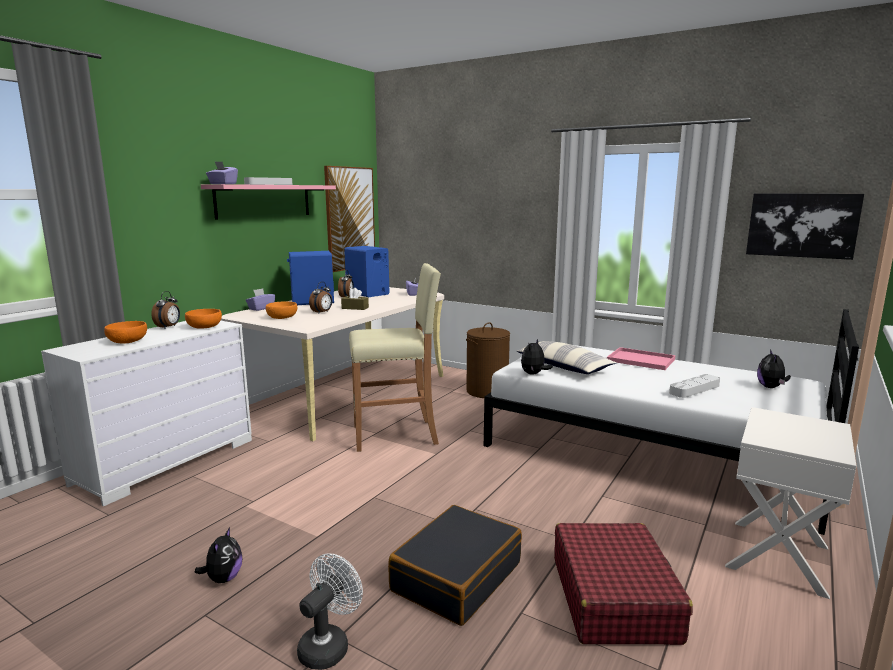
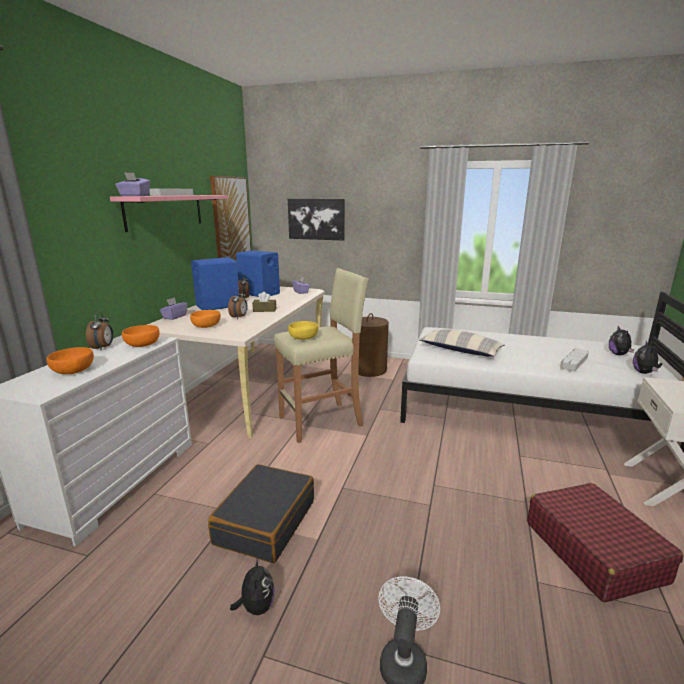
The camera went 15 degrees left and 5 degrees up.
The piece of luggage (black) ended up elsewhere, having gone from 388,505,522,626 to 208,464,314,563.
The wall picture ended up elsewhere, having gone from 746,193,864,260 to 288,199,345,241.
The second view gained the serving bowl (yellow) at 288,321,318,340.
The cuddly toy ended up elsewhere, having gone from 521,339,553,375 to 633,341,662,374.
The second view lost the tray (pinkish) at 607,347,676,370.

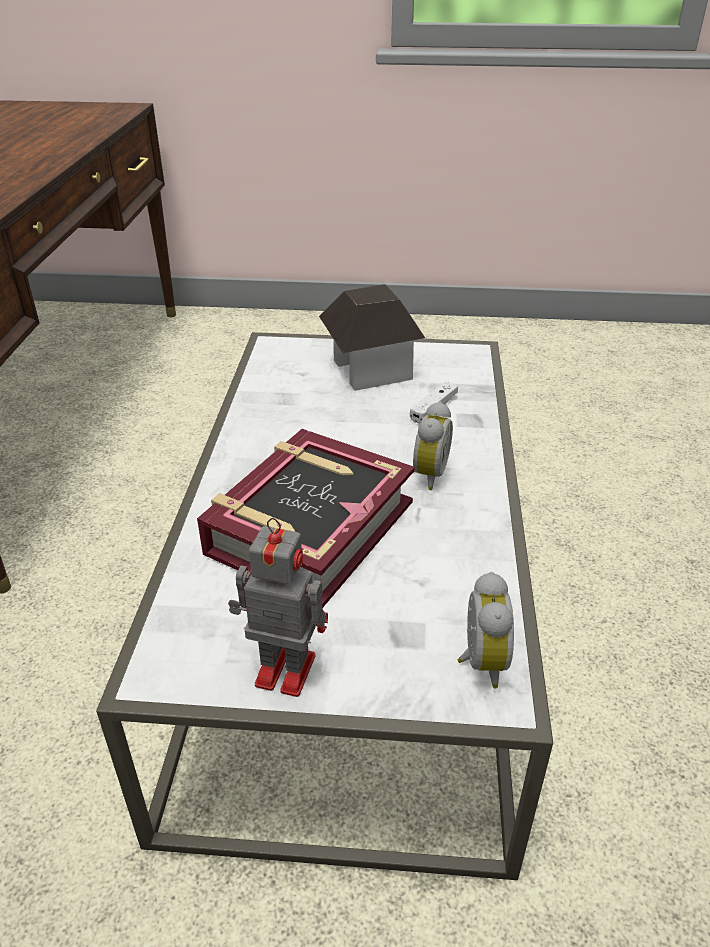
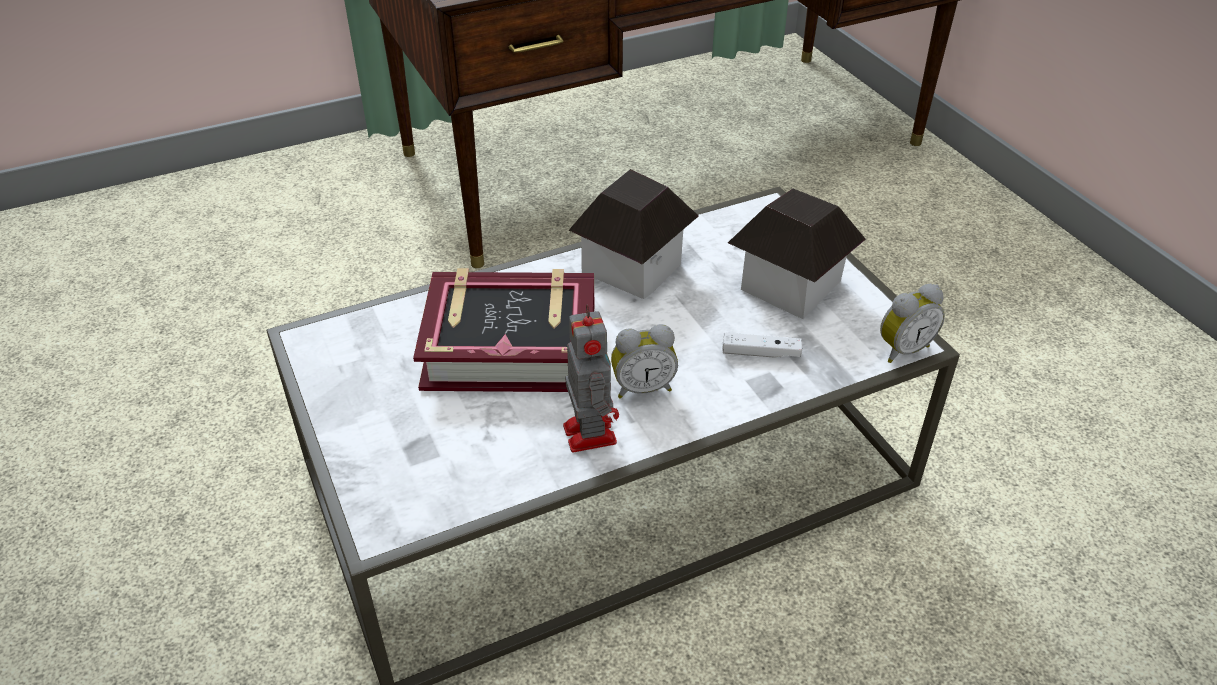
The camera went 60 degrees right and 5 degrees up.
The toy robot ended up elsewhere, having gone from 228,518,328,697 to 563,304,619,452.
The second view gained the miniature house at 569,169,699,299.
The bedside clock ended up elsewhere, having gone from 457,572,514,688 to 880,284,945,363.

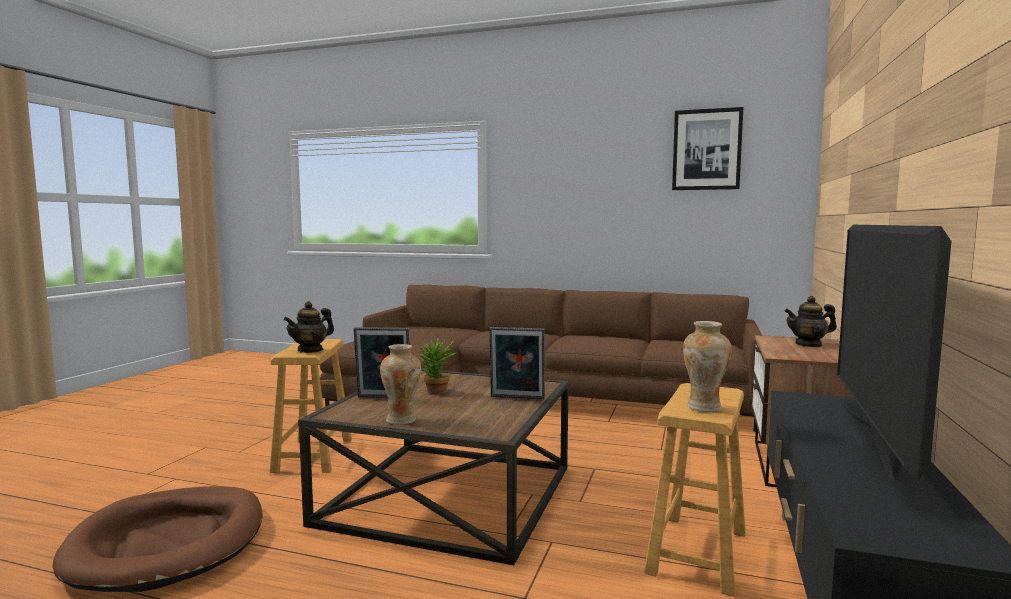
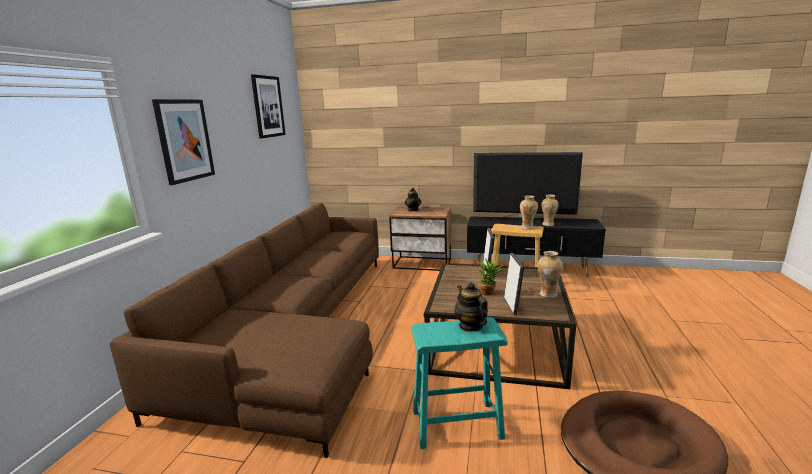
The camera went 95 degrees left and 10 degrees up.
The second view gained the wall picture at 152,99,215,185.
What was the sitting stool (brown) at 270,339,352,473 turned into the sitting stool (turquoise-coloured) at 411,317,508,449.
The tea pot at 283,301,334,353 ended up facing another way, 150 degrees counterclockwise from before.
The second view gained the decorative vase at 542,194,559,226.

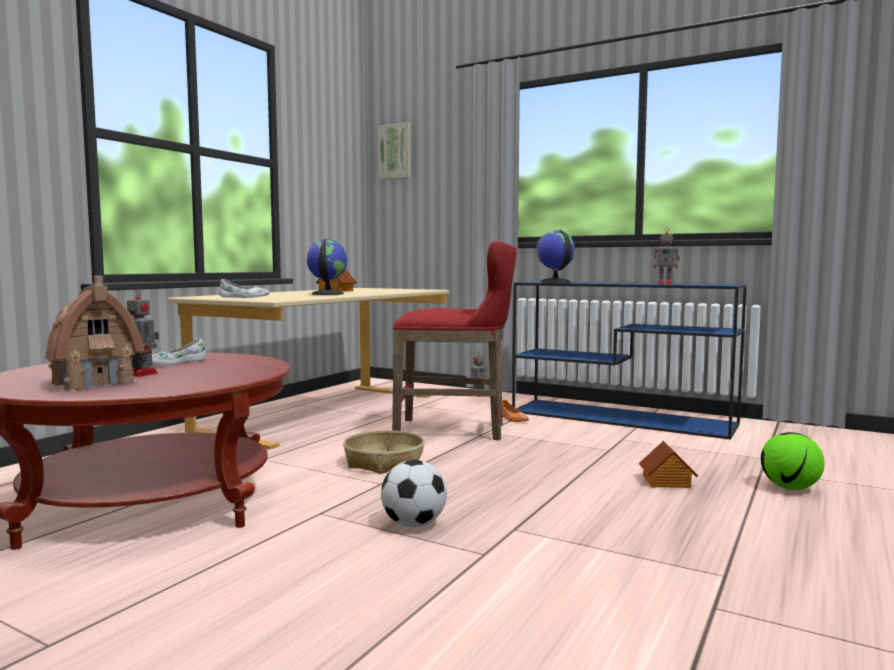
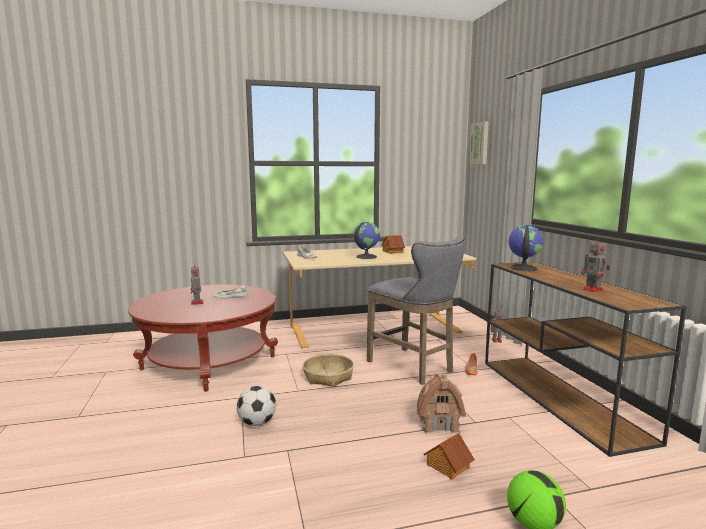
The camera went 45 degrees right and 5 degrees up.
What was the sitting stool (reddish) at 392,241,517,440 turned into the sitting stool (greyish) at 367,236,465,385.
The miniature house ended up elsewhere, having gone from 45,276,145,391 to 417,374,466,434.
What was the hall table (blue-coloured) at 512,281,747,440 turned into the hall table (brown) at 485,262,687,457.

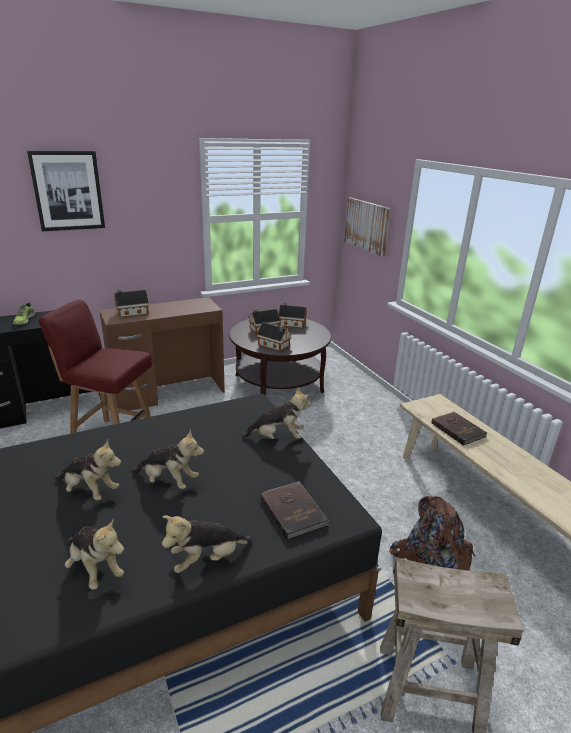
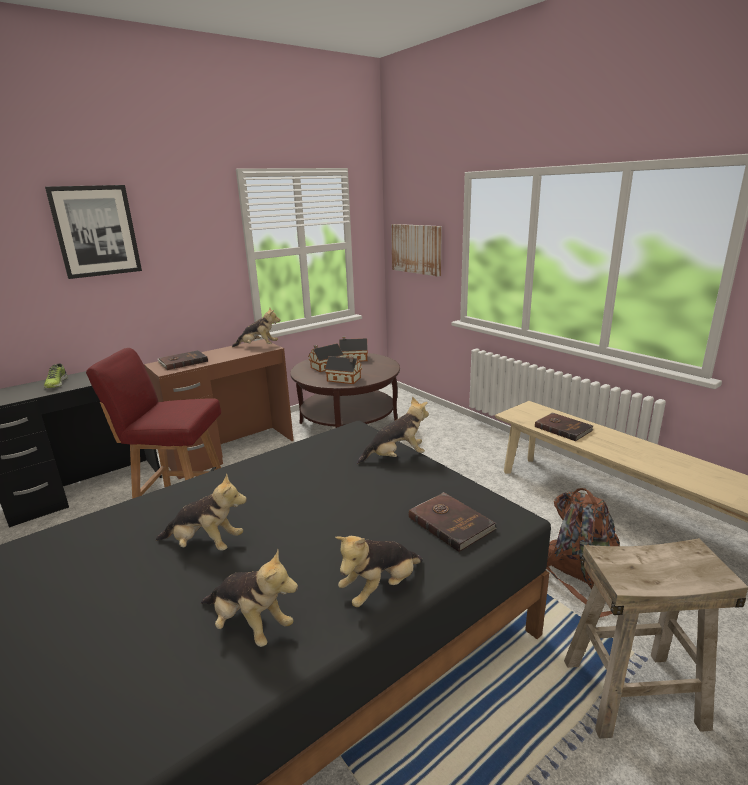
The camera went 10 degrees left and 5 degrees down.
Where the miniature house stood at 114,289,149,318, the book (brown) came to stand at 157,350,208,370.
The cuddly toy ended up elsewhere, having gone from 131,429,204,489 to 232,308,280,347.

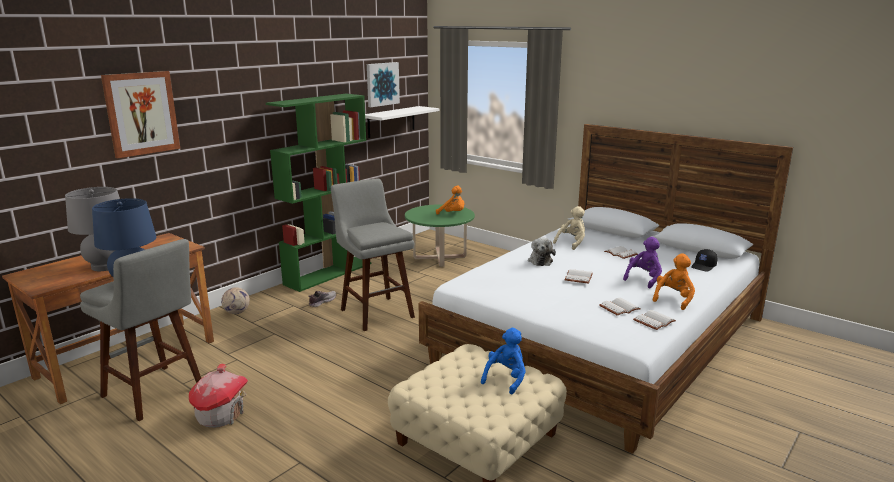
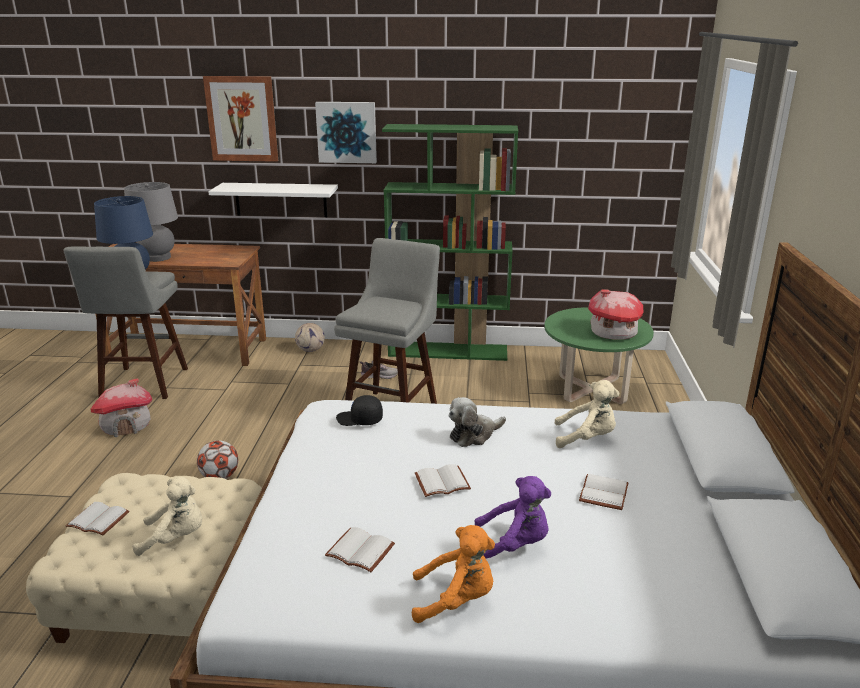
The camera went 55 degrees right and 5 degrees up.
The book (white-coloured) ended up elsewhere, having gone from 633,310,676,330 to 66,502,129,535.
What was the cuddly toy (blue-coloured) at 481,328,526,395 turned into the cuddly toy (beige-coloured) at 132,476,202,556.
The second view gained the ball for football at 197,440,238,479.
The wall shelf (white-coloured) ended up elsewhere, having gone from 365,106,439,138 to 208,183,338,217.
The wall picture ended up elsewhere, having gone from 367,62,400,107 to 315,102,377,163.
The cap (black) ended up elsewhere, having gone from 691,249,717,272 to 336,395,383,426.
Where the cuddly toy (orange-coloured) stood at 436,186,465,215, the miniature house came to stand at 588,289,643,339.

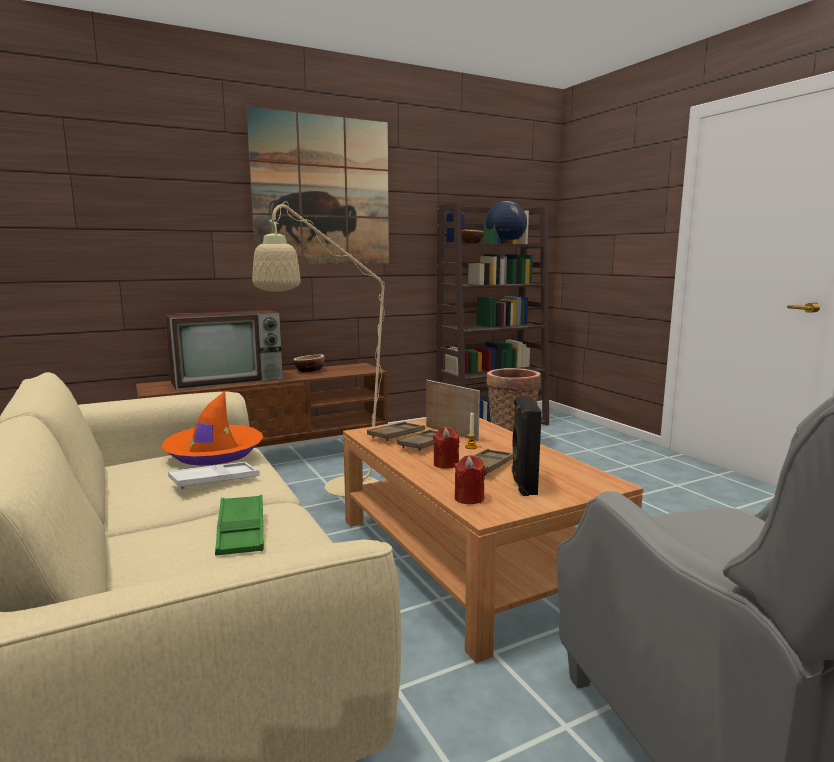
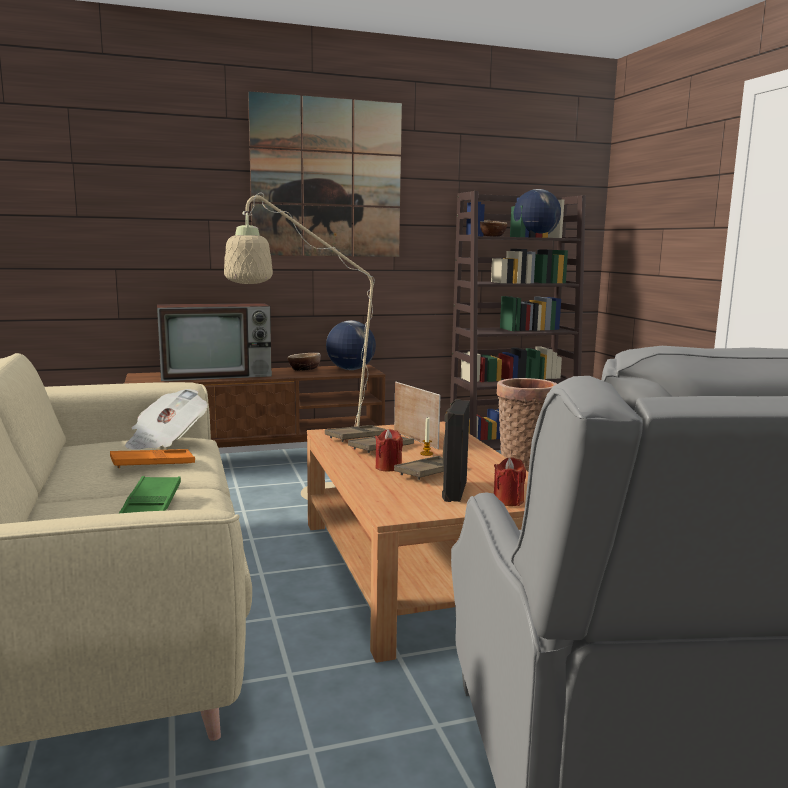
The camera went 10 degrees right and 0 degrees up.
What was the tray (white-coloured) at 168,462,259,489 turned into the tray (orange-coloured) at 110,449,195,468.
Where the clothing hat (orange-coloured) stood at 161,391,263,466, the newspaper came to stand at 125,389,208,450.
The second view gained the world globe at 326,320,376,370.
The wax candle (reddish) ended up elsewhere, having gone from 454,455,486,504 to 494,457,526,506.

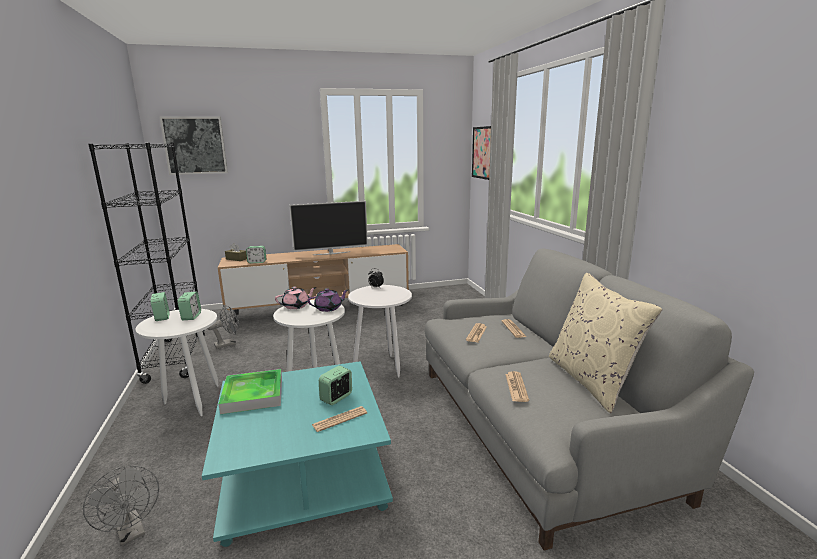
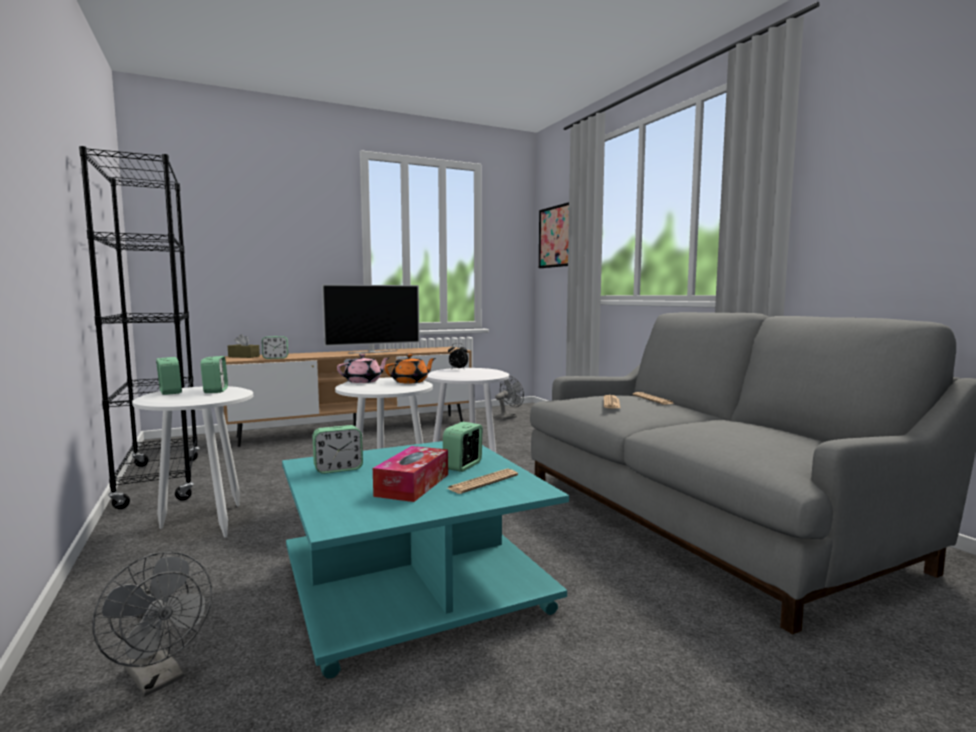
The camera went 10 degrees left and 10 degrees down.
Where the tray stood at 219,369,282,414, the bedside clock came to stand at 312,425,363,474.
The second view gained the tissue box at 373,446,448,502.
What was the tea pot (purple-coloured) at 308,288,349,312 turned into the tea pot (orange-coloured) at 385,354,436,383.
The electric fan (greyish) ended up elsewhere, having gone from 207,305,239,349 to 495,376,524,420.
The second view lost the wall picture at 159,116,228,175.
The second view lost the newspaper at 505,371,529,402.
The second view lost the throw pillow (beige-coloured) at 549,273,662,413.

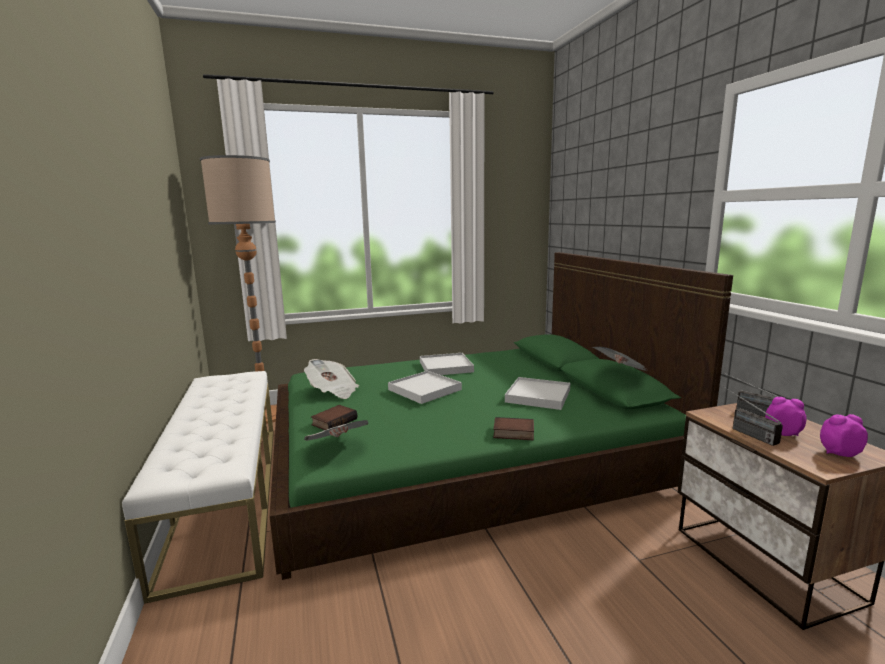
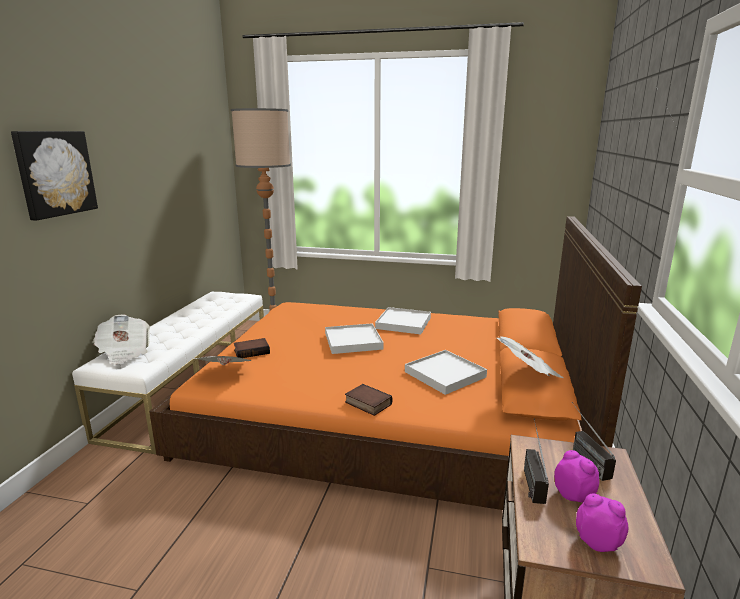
The camera went 30 degrees right and 5 degrees up.
The second view gained the wall picture at 11,131,98,221.
The newspaper ended up elsewhere, having gone from 304,359,359,399 to 93,314,150,365.
What was the bed (greenish) at 269,252,733,580 turned into the bed (orange-coloured) at 149,216,642,510.

